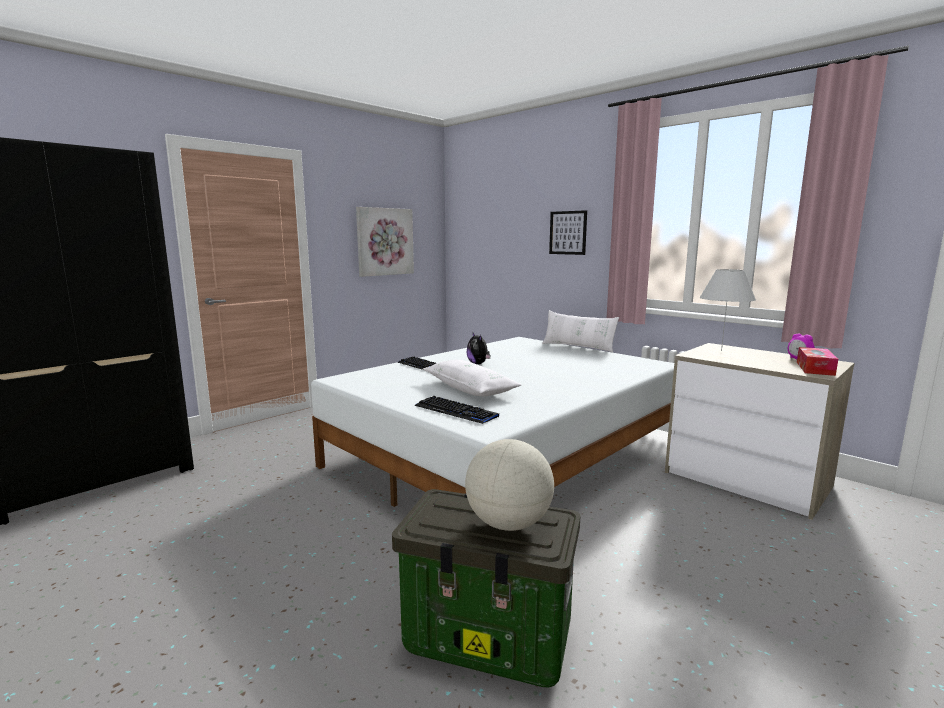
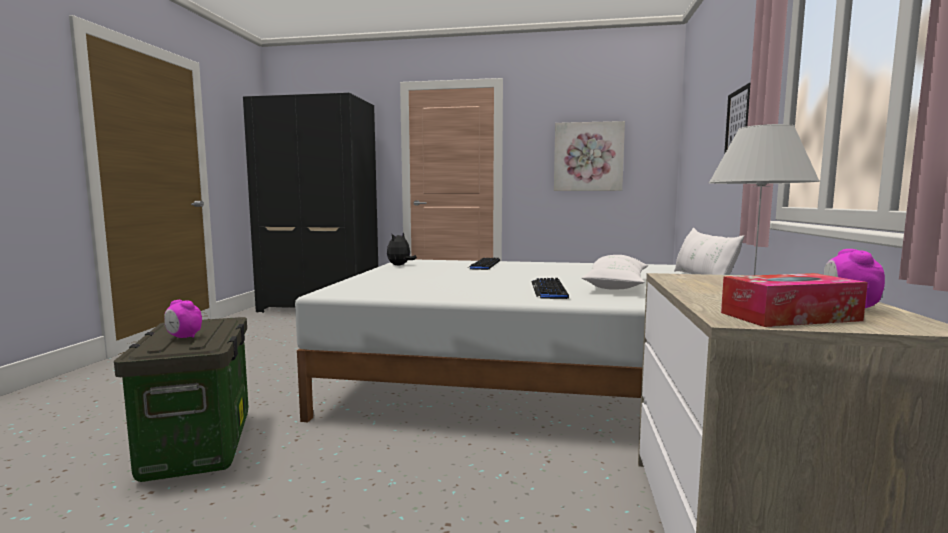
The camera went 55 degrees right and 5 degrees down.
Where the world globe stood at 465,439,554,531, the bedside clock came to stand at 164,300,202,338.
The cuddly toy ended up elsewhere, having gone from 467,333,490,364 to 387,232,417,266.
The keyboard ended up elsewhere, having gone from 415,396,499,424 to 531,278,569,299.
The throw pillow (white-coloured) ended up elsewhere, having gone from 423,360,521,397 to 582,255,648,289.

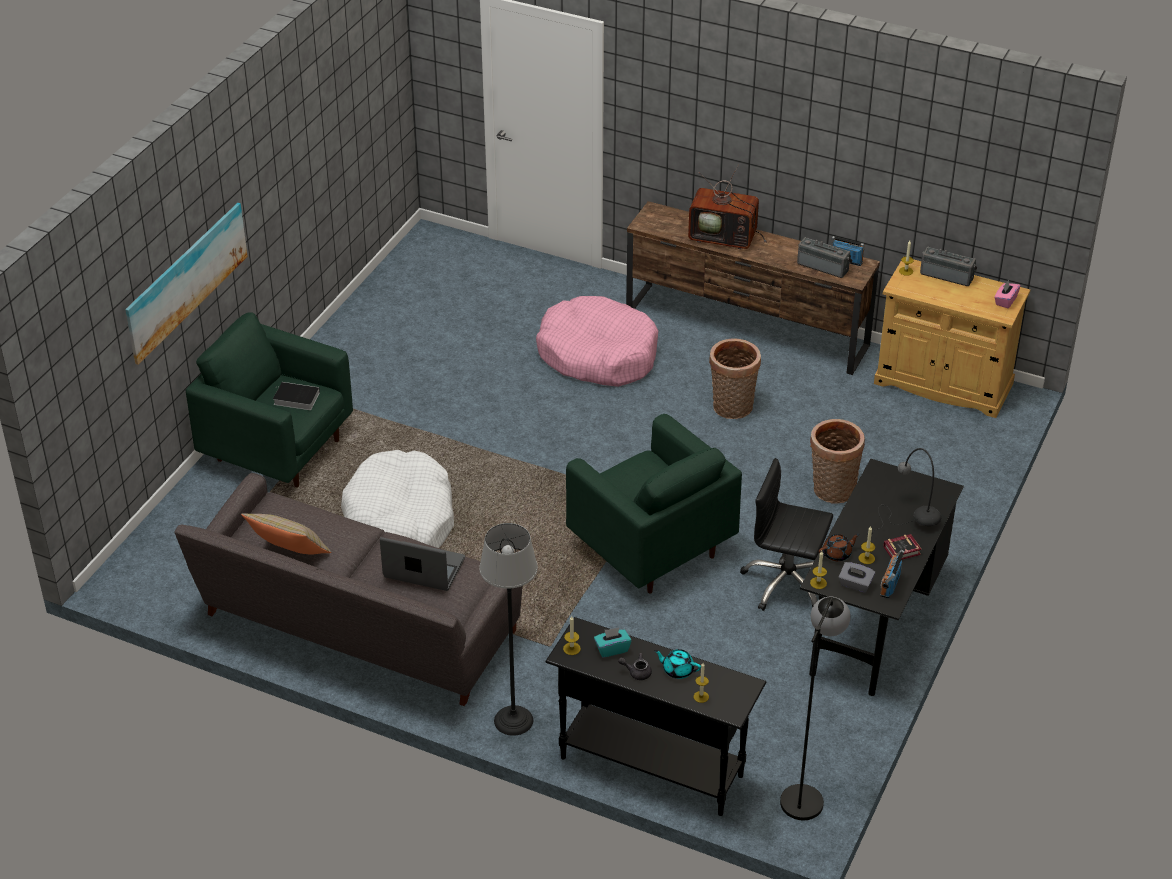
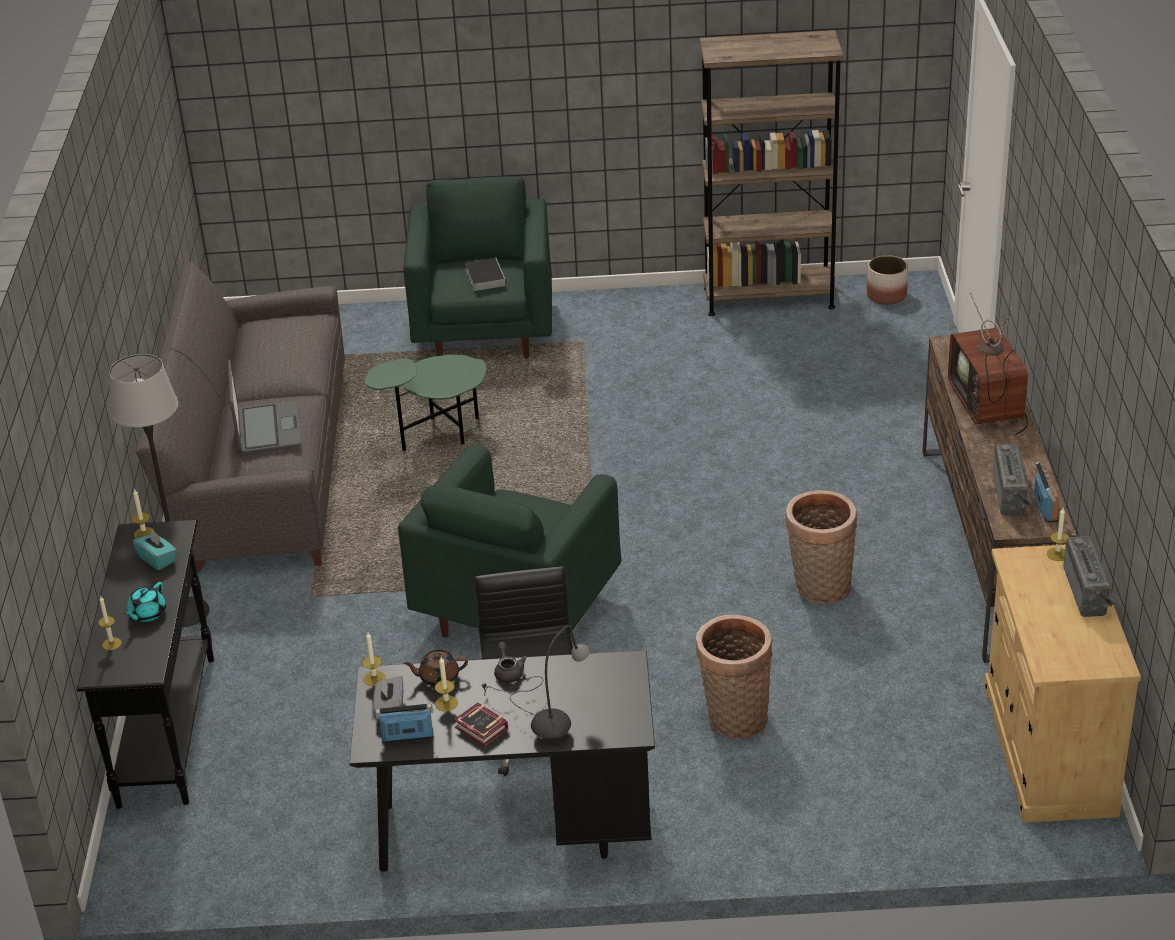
The camera went 65 degrees right and 5 degrees down.
The tea pot (turquoise-coloured) at 654,649,701,679 ended up facing another way, 150 degrees counterclockwise from before.
Where the dog bed (white-coloured) stood at 341,450,454,548, the end table (greenish) came to stand at 364,355,487,451.
The tea pot (brown) at 819,534,860,561 ended up facing another way, 135 degrees clockwise from before.
The tea pot (greyish) ended up elsewhere, having gone from 618,653,652,680 to 494,642,527,683.
The second view gained the bookcase (brown) at 700,30,844,316.
The second view gained the flower pot at 867,255,908,304.
The second view lost the wall picture at 125,203,248,365.
The second view lost the throw pillow (beige-coloured) at 241,513,331,554.
The second view lost the dog bed (pinkish) at 536,296,658,387.
The second view lost the floor lamp (black) at 780,597,851,820.
The second view lost the tissue box (pinkish) at 994,280,1020,308.

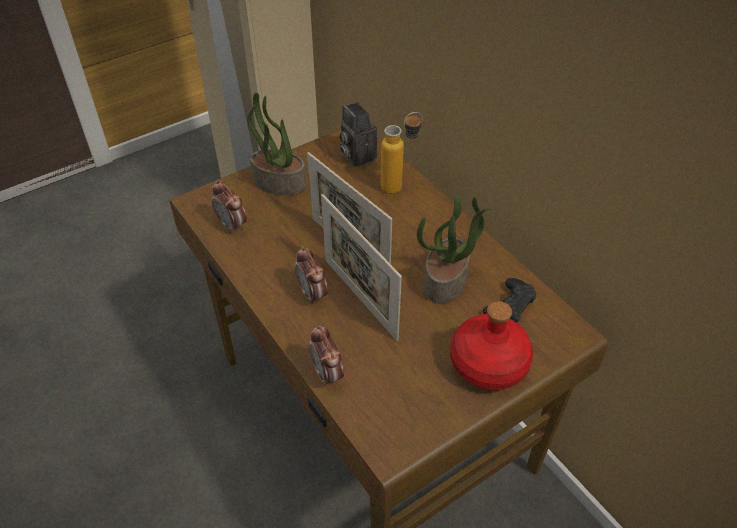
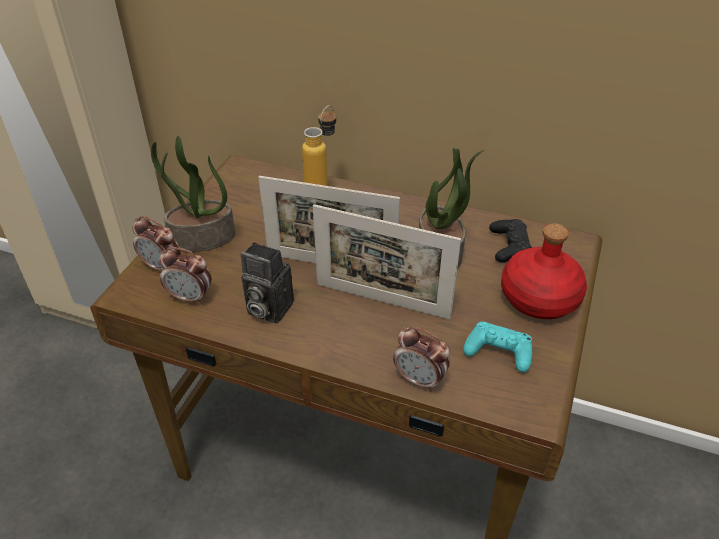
The camera went 35 degrees left and 5 degrees down.
The bedside clock ended up elsewhere, having gone from 295,246,328,305 to 133,216,181,271.
The still camera ended up elsewhere, having gone from 339,102,378,167 to 241,242,294,324.
The second view gained the gamepad (turquoise-coloured) at 463,322,532,372.

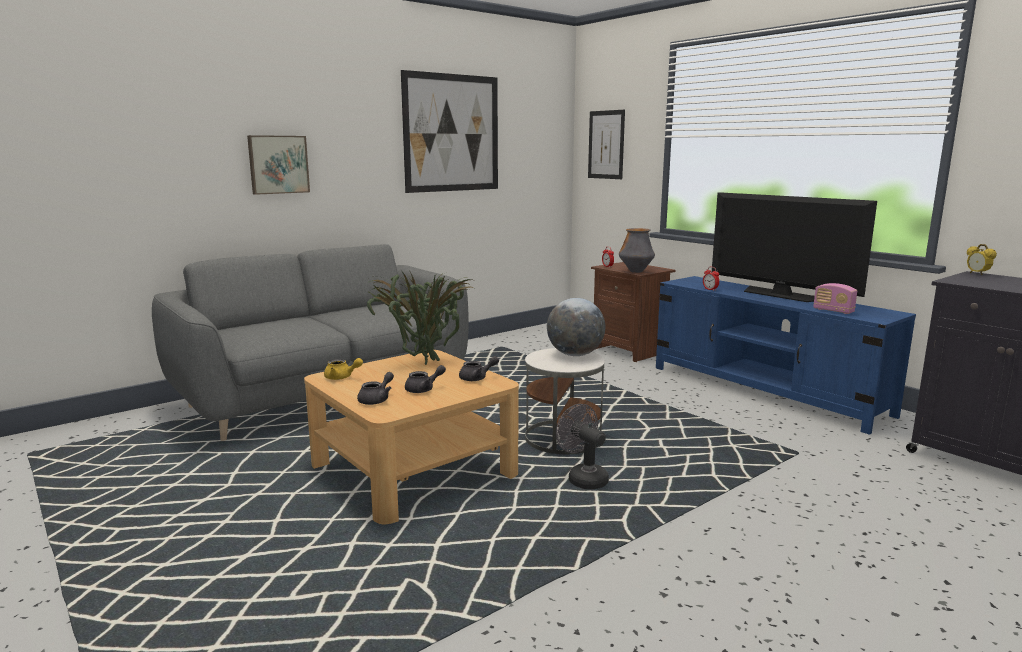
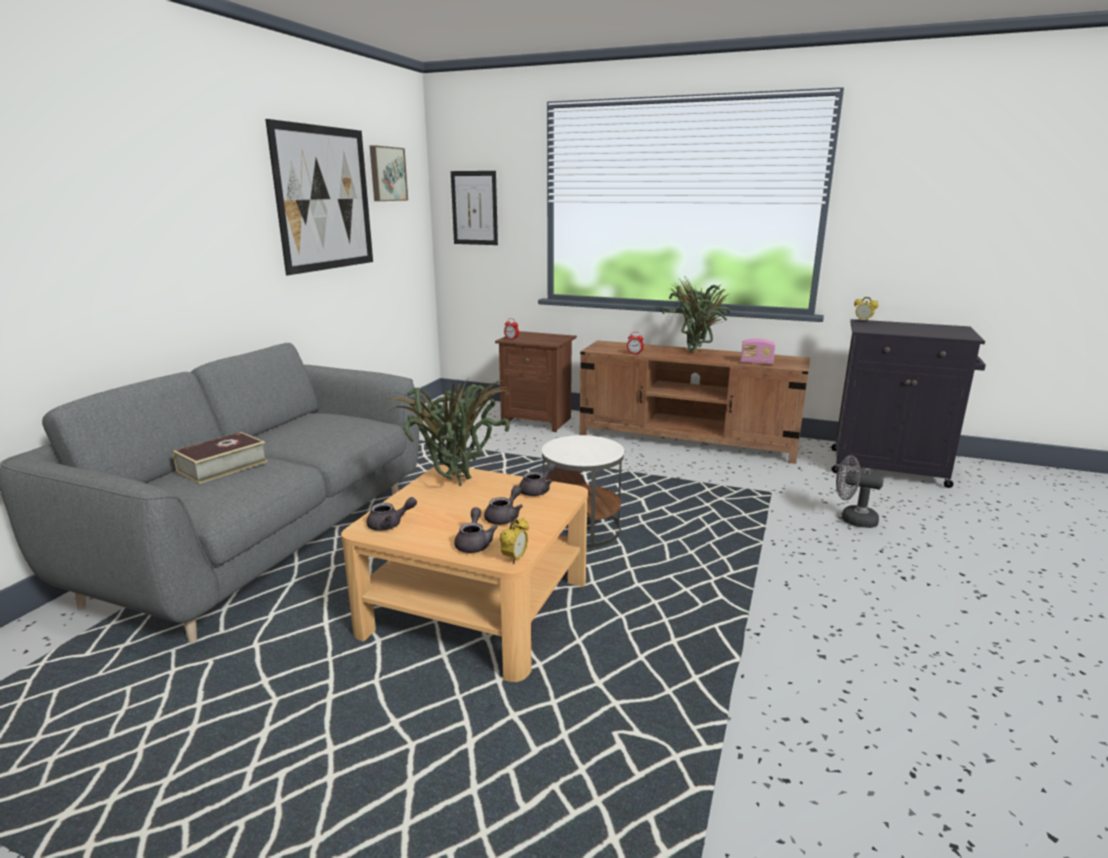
The camera went 30 degrees left and 5 degrees up.
The second view gained the book at 172,432,268,484.
What was the tea pot (yellow) at 324,358,363,380 turned into the tea pot (greyish) at 367,497,417,531.
The wall picture ended up elsewhere, having gone from 247,135,310,195 to 370,145,408,201.
The second view gained the bedside clock at 500,518,529,564.
What was the media console (blue-coloured) at 656,276,916,435 turned into the media console (brown) at 579,340,810,464.
Where the TV stood at 712,192,877,302, the potted plant came to stand at 662,275,730,353.
The electric fan (greyish) ended up elsewhere, having gone from 556,404,609,489 to 836,455,884,528.
The second view lost the world globe at 547,298,605,356.
The second view lost the decorative vase at 619,228,655,273.

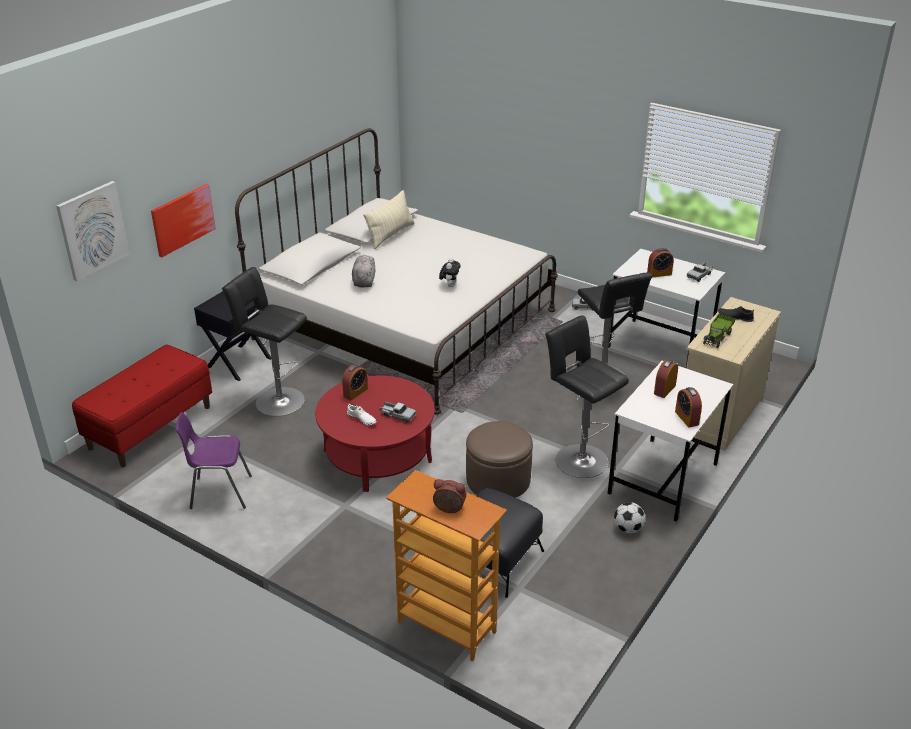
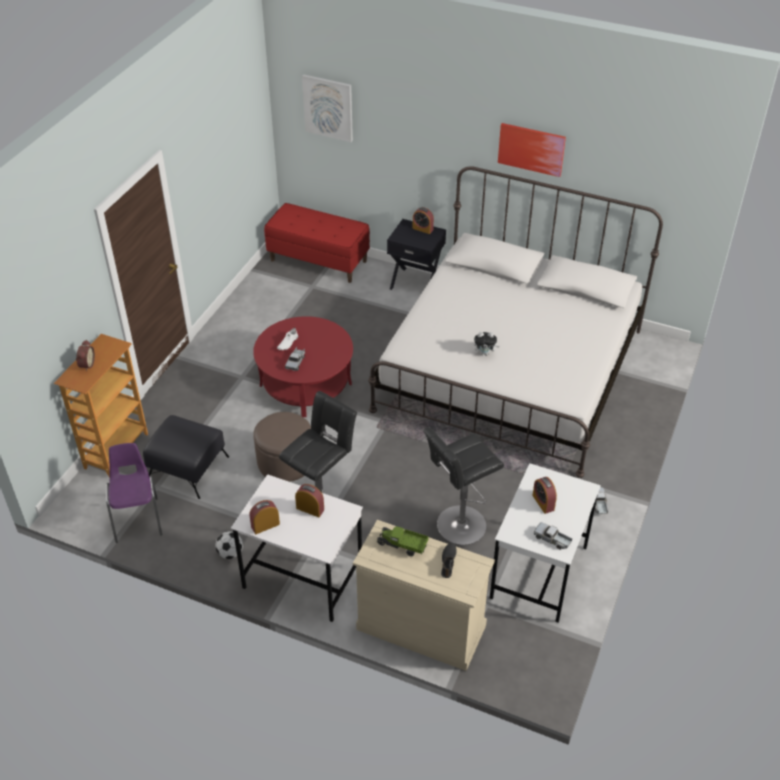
The camera went 80 degrees right and 10 degrees up.
The upright chair (purple-coloured) ended up elsewhere, having gone from 175,412,252,509 to 106,443,162,543.
The bedside clock ended up elsewhere, having gone from 342,365,368,400 to 413,207,434,234.
The wall picture ended up elsewhere, having gone from 151,184,216,257 to 498,123,566,177.
The second view lost the sitting stool (black) at 222,267,307,416.
The second view lost the cuddly toy (greyish) at 352,255,375,287.
The second view lost the throw pillow (beige-coloured) at 363,190,415,249.

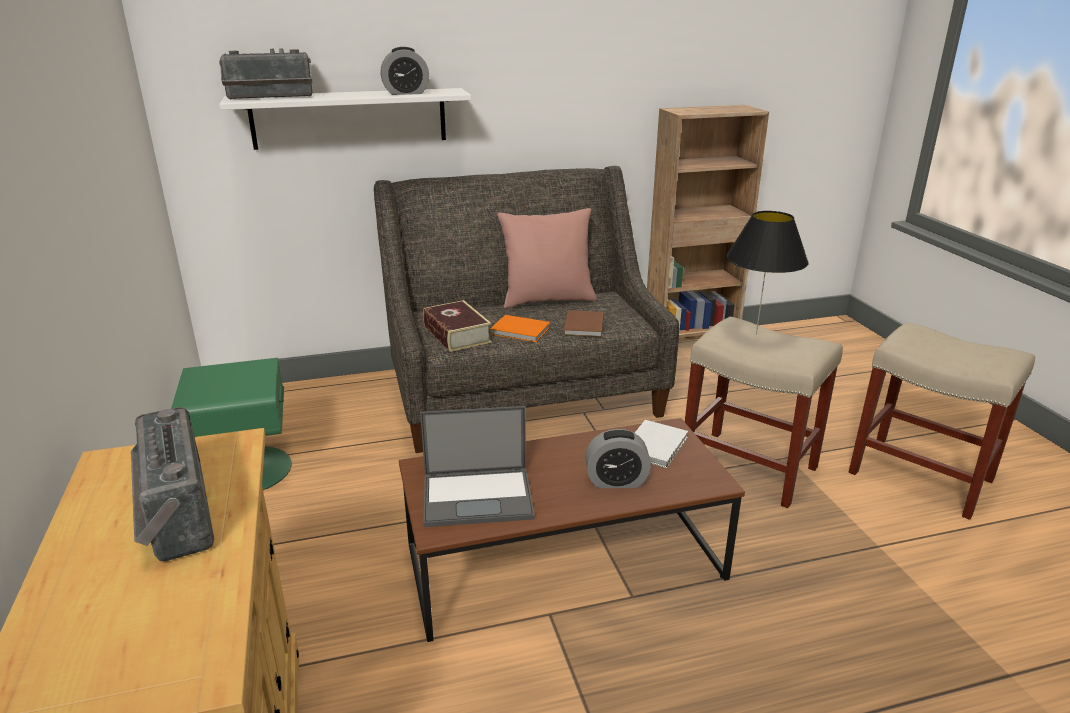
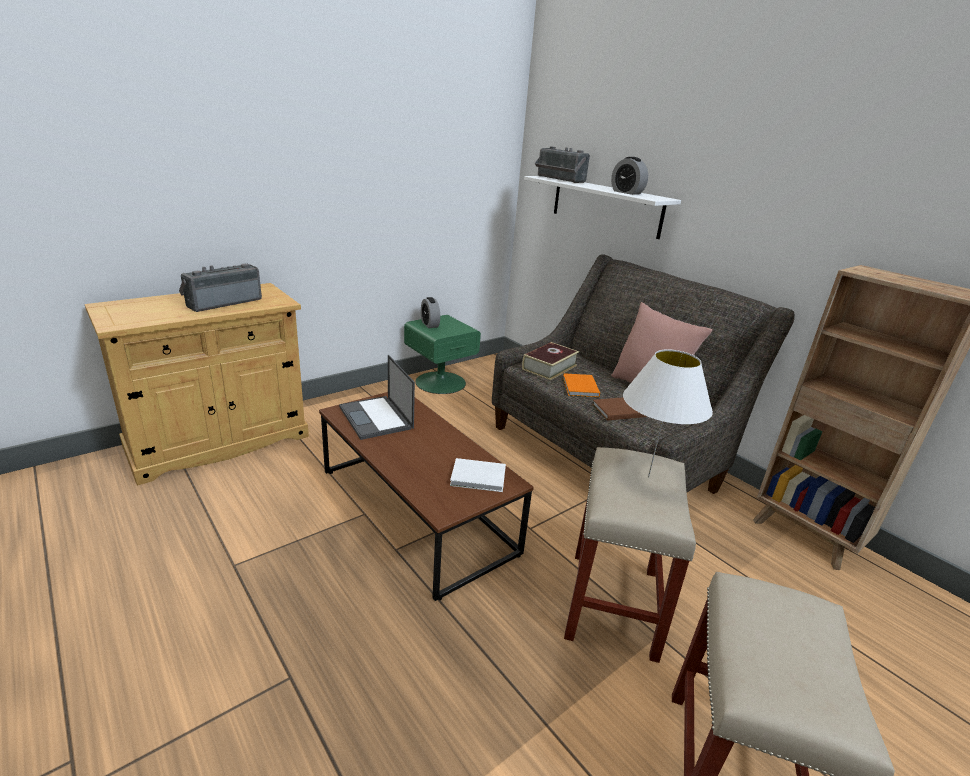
The camera went 65 degrees right and 0 degrees up.
The bedside clock ended up elsewhere, having gone from 585,429,651,488 to 421,297,440,328.
What was the tabletop lamp (black) at 726,211,809,335 turned into the tabletop lamp (white-coloured) at 623,349,713,477.

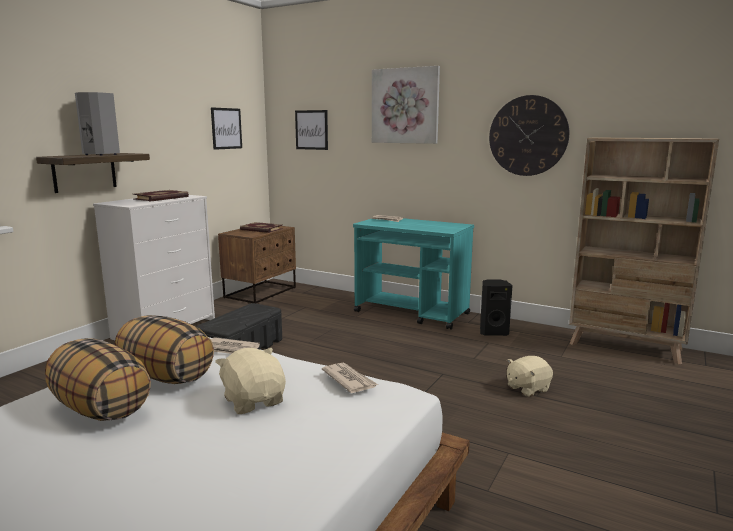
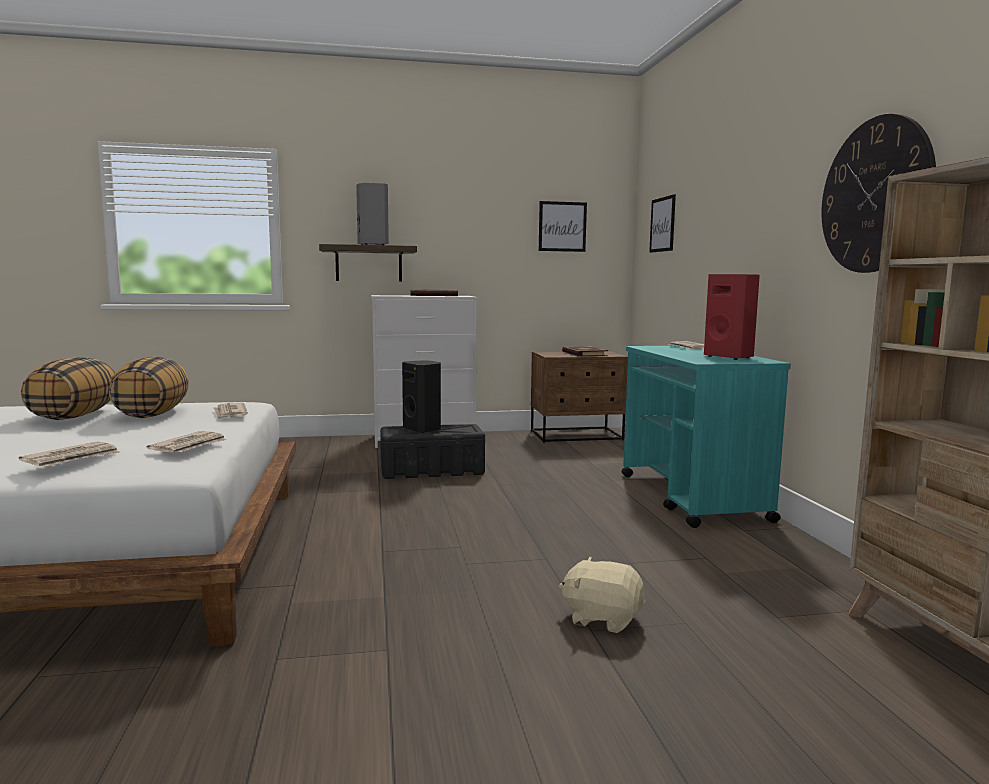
The camera went 50 degrees right and 5 degrees down.
The second view gained the newspaper at 19,441,120,466.
The speaker (black) ended up elsewhere, having gone from 480,279,512,336 to 402,360,441,433.
The second view gained the speaker (reddish) at 704,274,760,360.
The second view lost the cuddly toy (beige-coloured) at 215,348,286,414.
The second view lost the wall picture at 372,66,440,144.

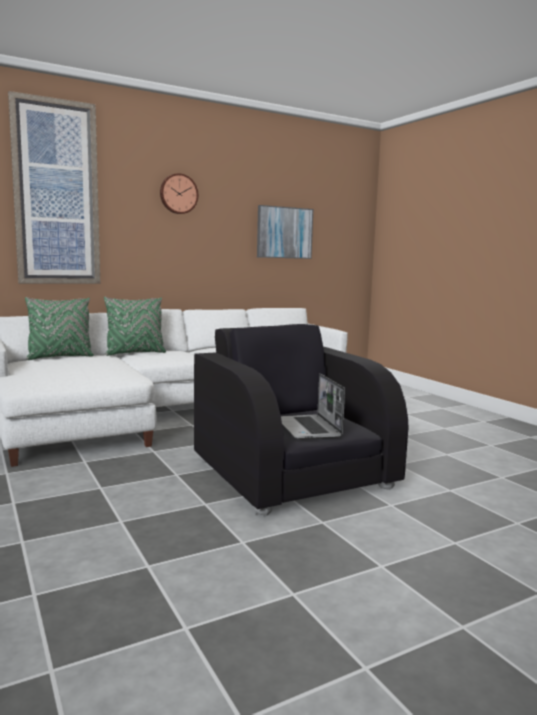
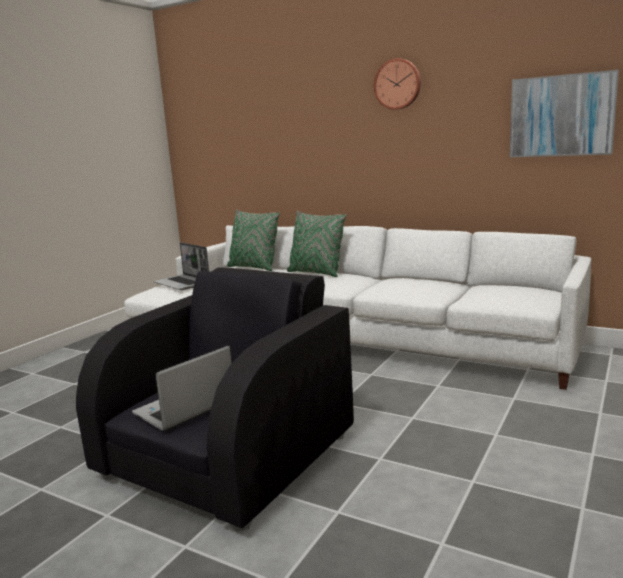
The camera went 60 degrees right and 5 degrees up.
The second view gained the laptop at 153,242,209,290.
The second view lost the wall picture at 8,91,100,284.

